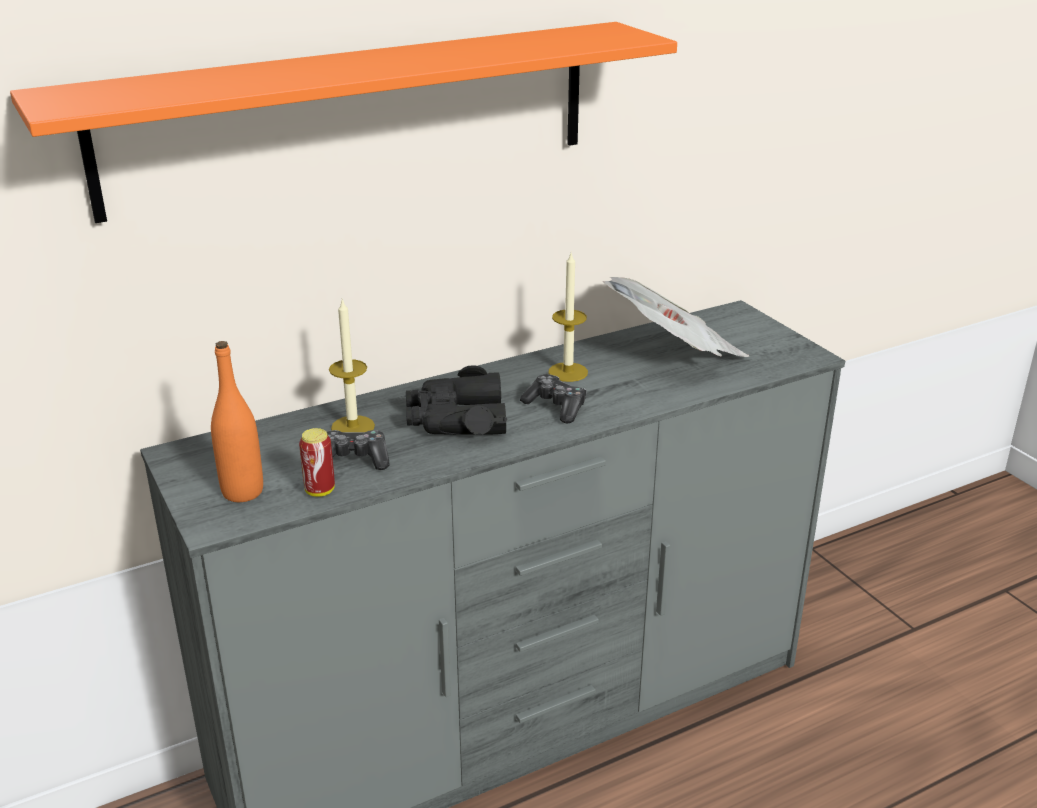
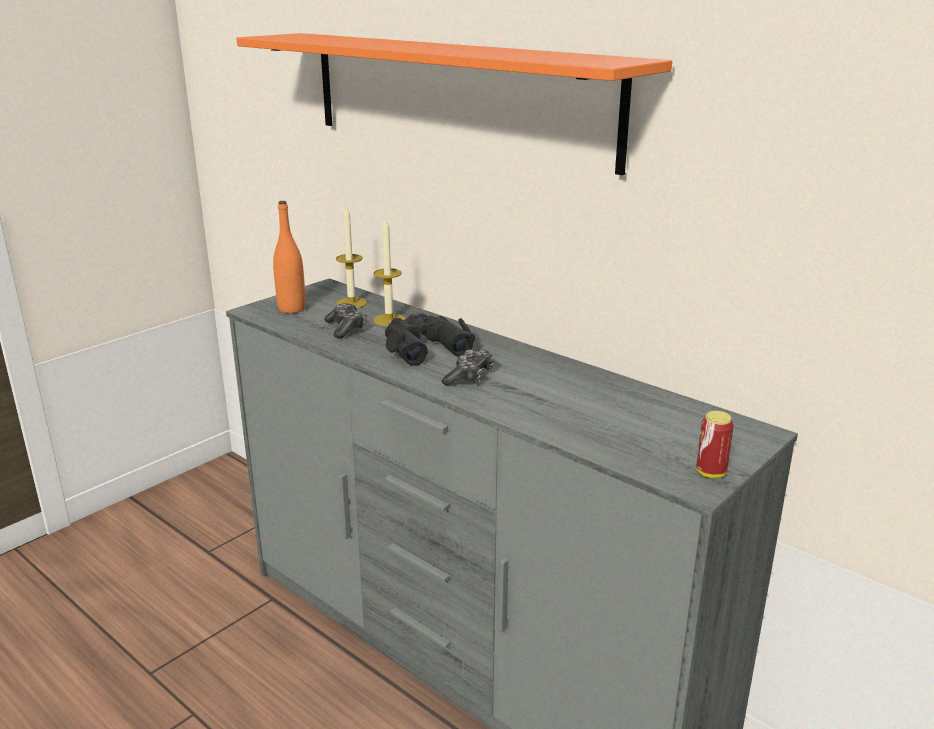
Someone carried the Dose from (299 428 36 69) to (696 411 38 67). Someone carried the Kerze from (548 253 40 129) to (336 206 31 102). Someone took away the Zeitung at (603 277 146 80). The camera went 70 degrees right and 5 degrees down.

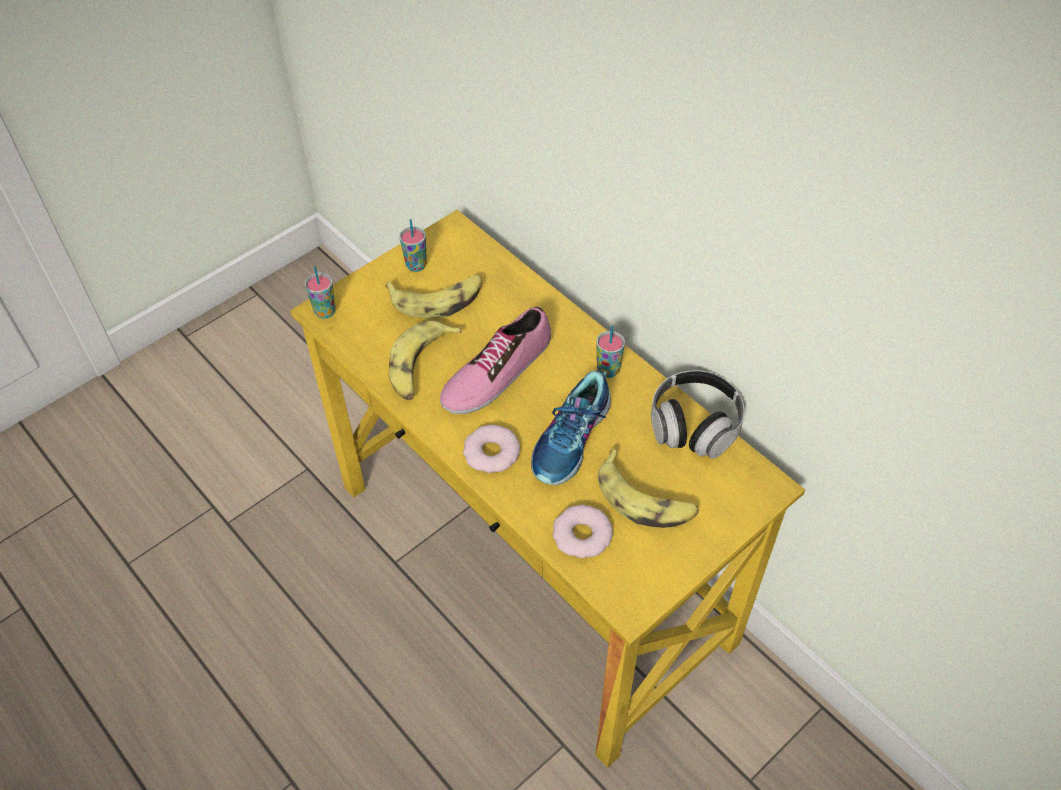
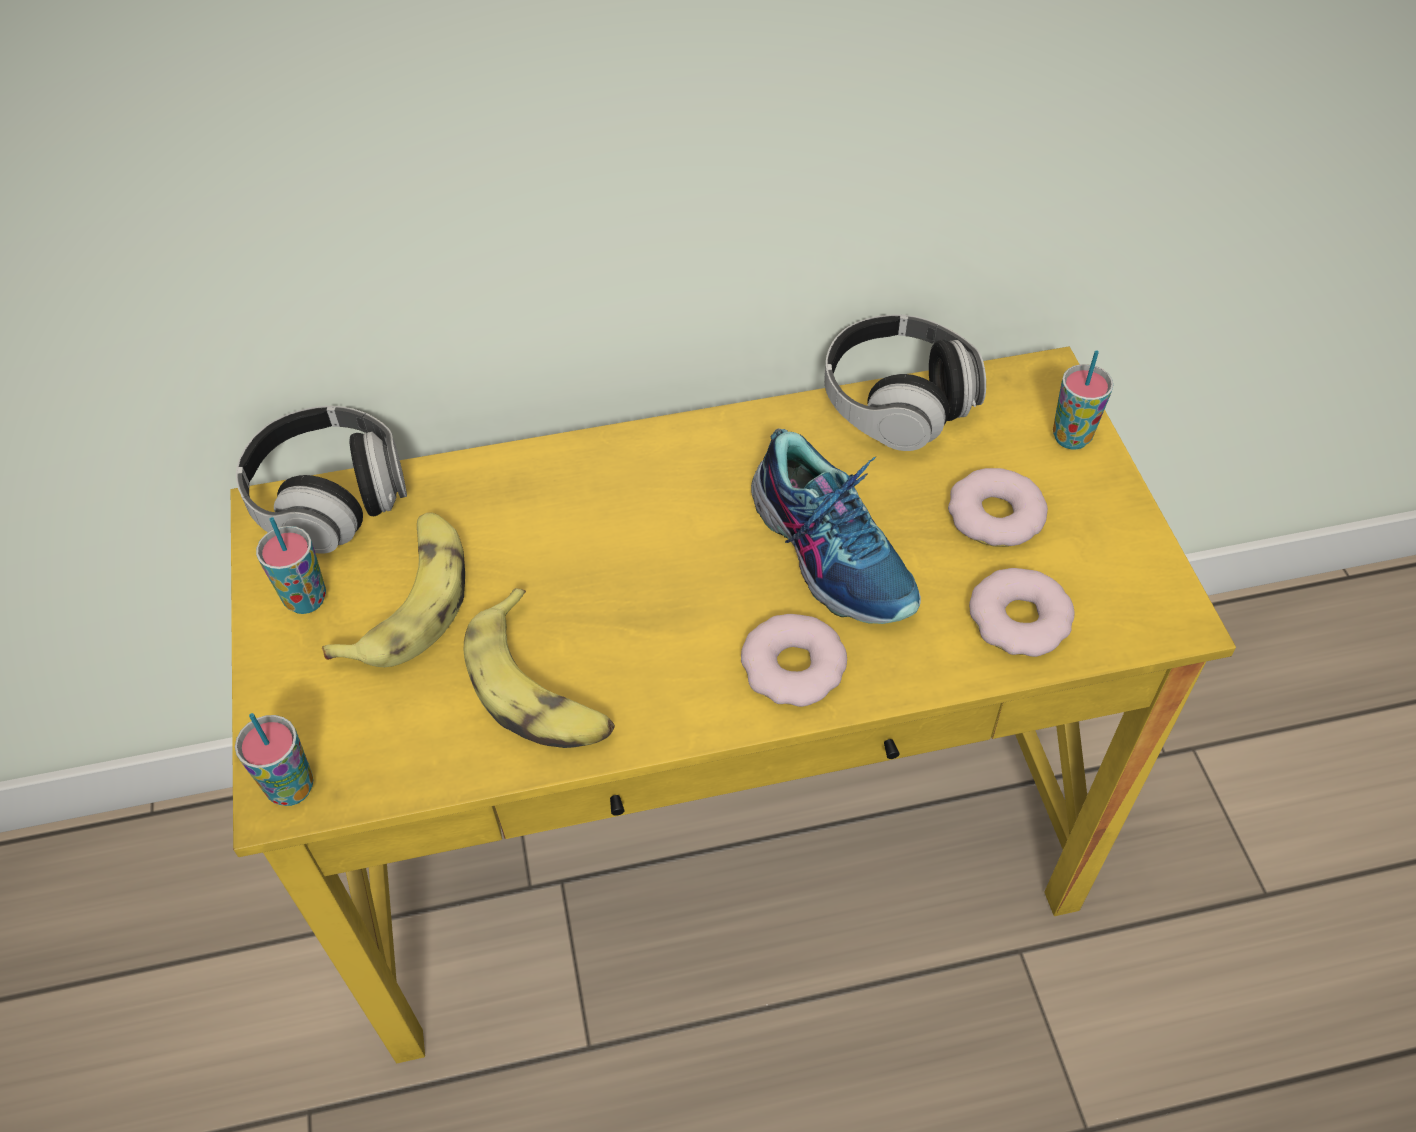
Someone took away the Schuh at (440 307 111 107). Someone carried the Tasse from (596 325 29 53) to (1053 350 60 99). Someone swapped the Banane at (598 449 101 79) for the Donut at (948 468 100 79). Someone put down the Kopfhörer at (236 406 171 148). The camera went 60 degrees left and 0 degrees up.

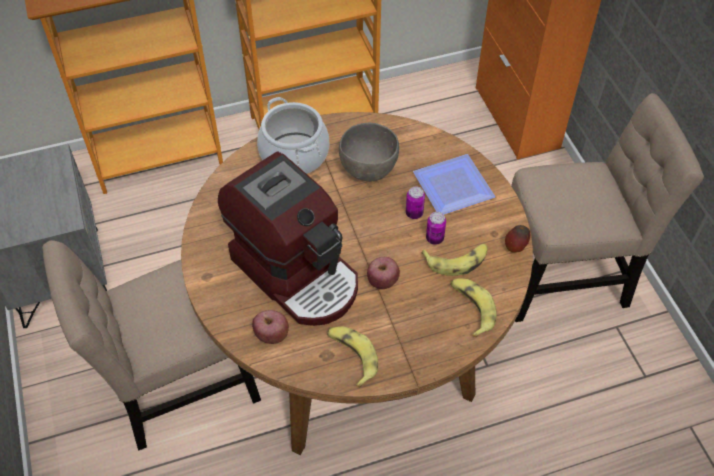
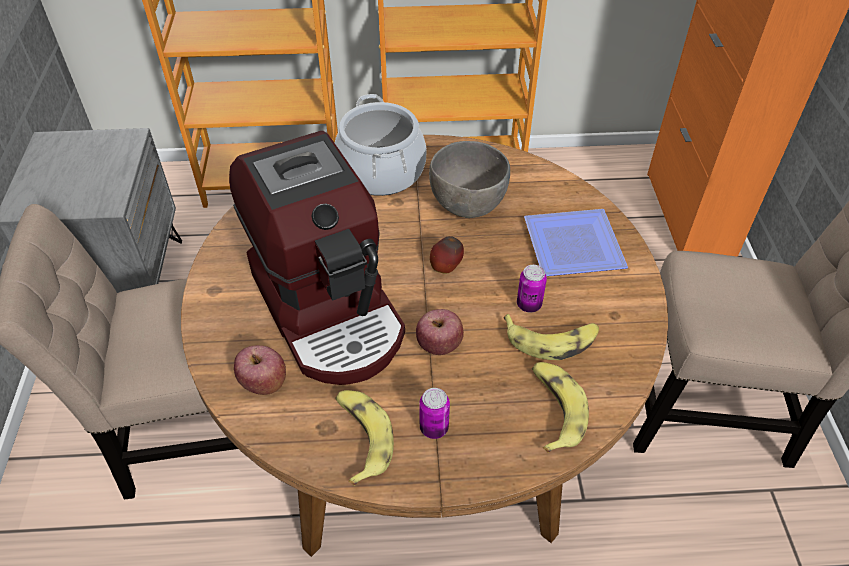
Someone carried the Dose from (406 186 19 33) to (419 388 31 51). Someone carried the Apfel from (505 225 25 28) to (430 236 34 38). The camera went 15 degrees right and 5 degrees down.

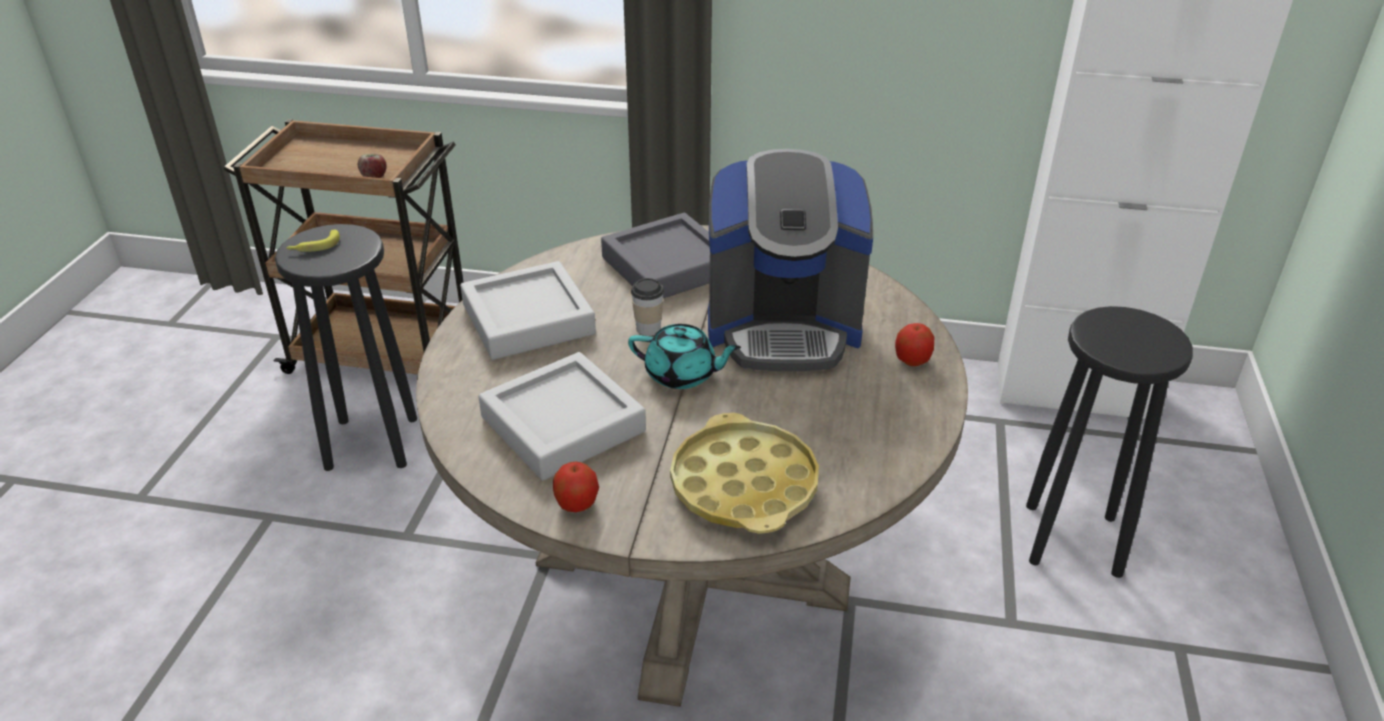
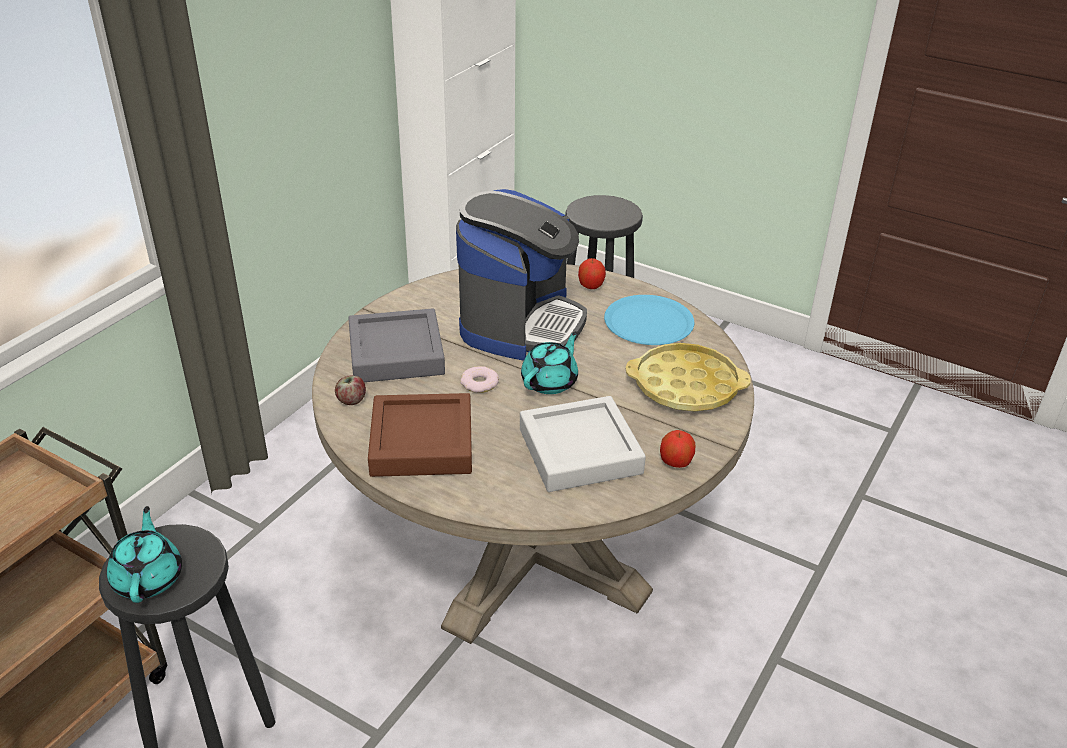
Someone swapped the Banane at (286 230 54 22) for the Teekanne (türkis) at (107 506 75 97). Someone carried the Apfel from (358 154 29 24) to (335 376 31 29). Someone repainted the Tablett (grau) at (460 261 136 99), which became the Tablett (braun) at (368 393 104 84). Someone swapped the Tasse at (631 278 33 58) for the Donut at (460 366 39 27). Someone put down the Teller (blau) at (604 295 90 50). The camera went 70 degrees left and 0 degrees up.

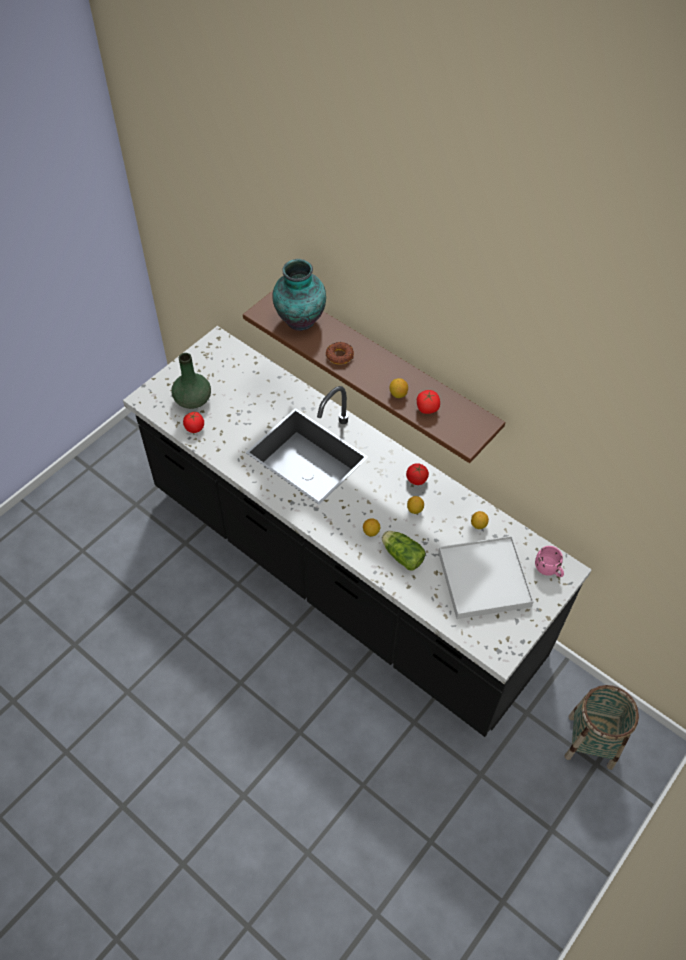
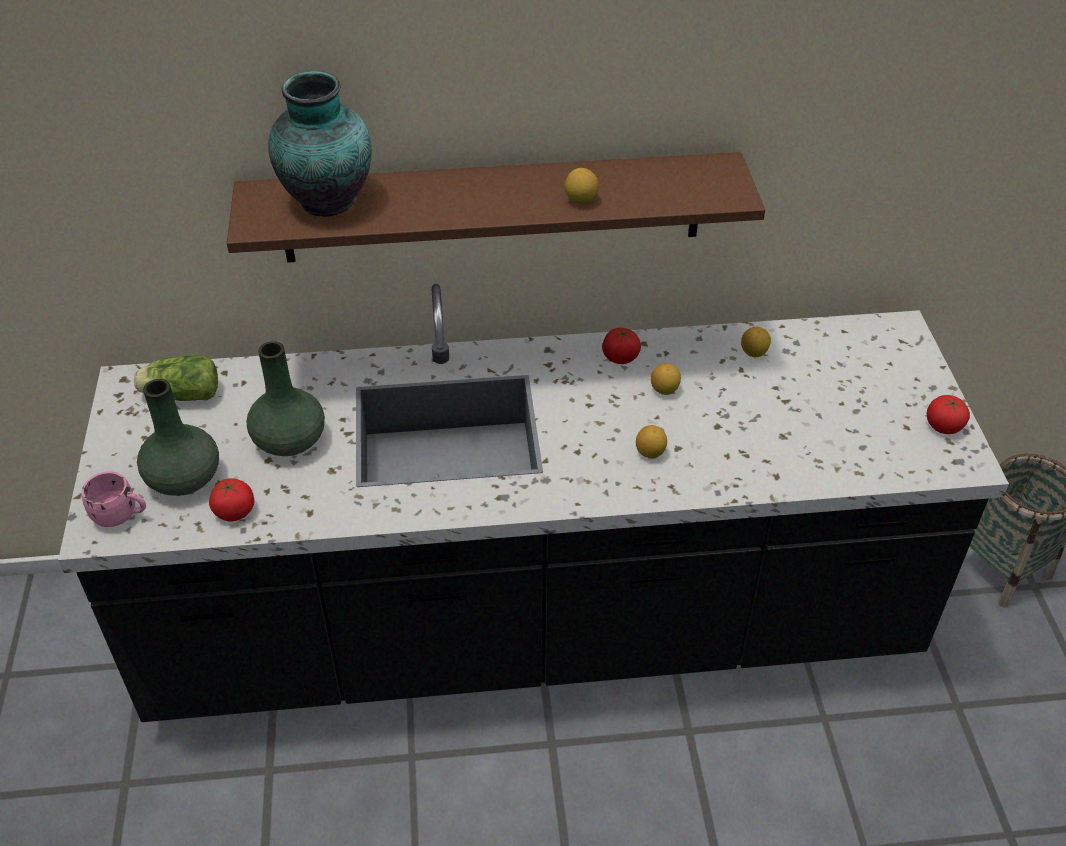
Someone took away the Donut at (326 342 28 23). Someone carried the Salatkopf from (382 531 44 40) to (134 355 84 46). Someone carried the Tomate from (417 390 23 24) to (927 395 43 39). Someone took away the Tablett (weiß) at (438 536 96 83). Someone carried the Henkelbecher (rosa) from (535 546 29 31) to (82 471 64 56). Someone put down the Vase (grün) at (246 341 79 115). The camera went 45 degrees left and 10 degrees down.

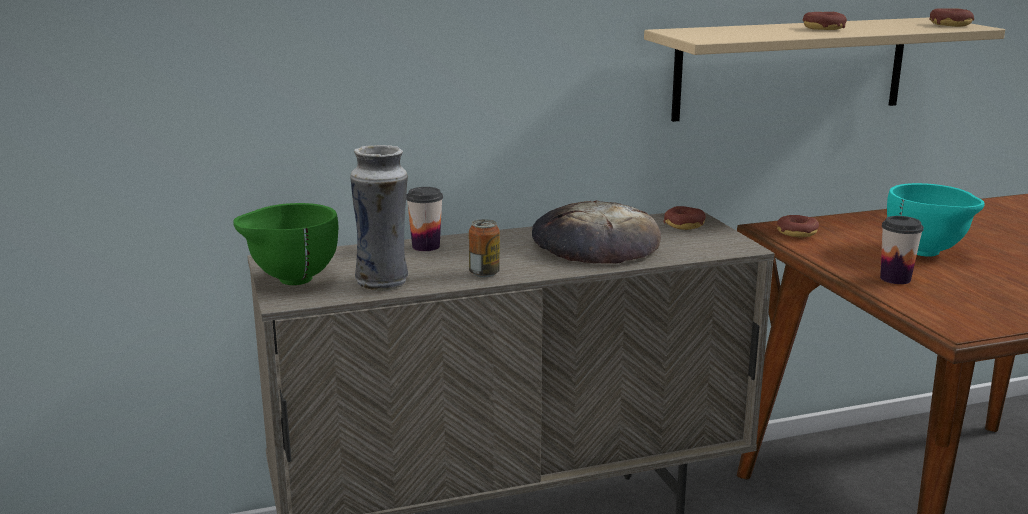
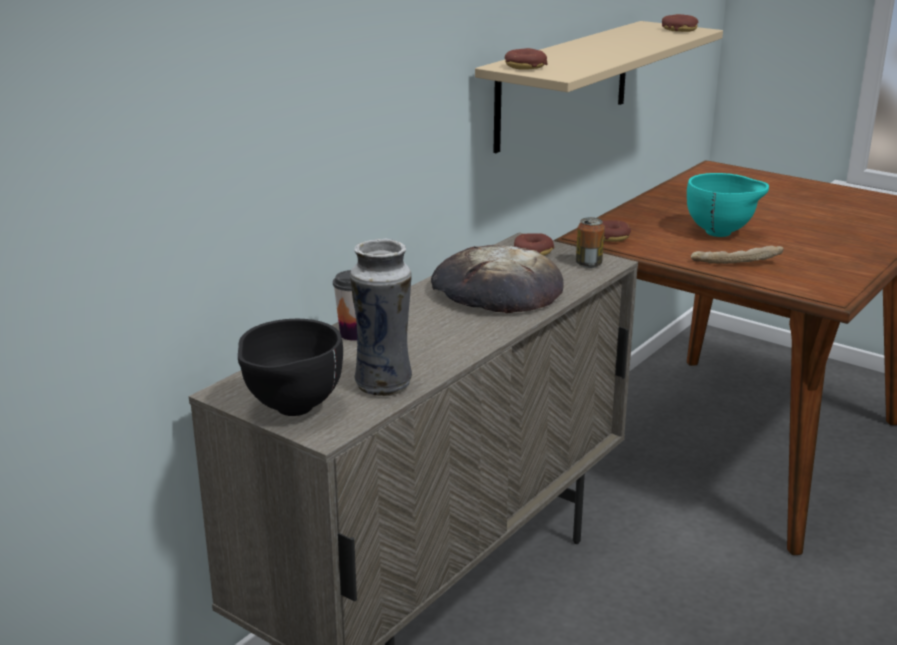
Someone repainted the Schüssel (grün) at (233 203 105 82), which became the Schüssel (schwarz) at (238 319 105 97). Someone carried the Dose from (469 219 31 58) to (576 217 29 51). Someone carried the Donut from (803 12 44 18) to (505 48 43 22). Someone swapped the Tasse at (880 216 44 68) for the Brot at (691 246 93 18). The camera went 35 degrees left and 5 degrees up.

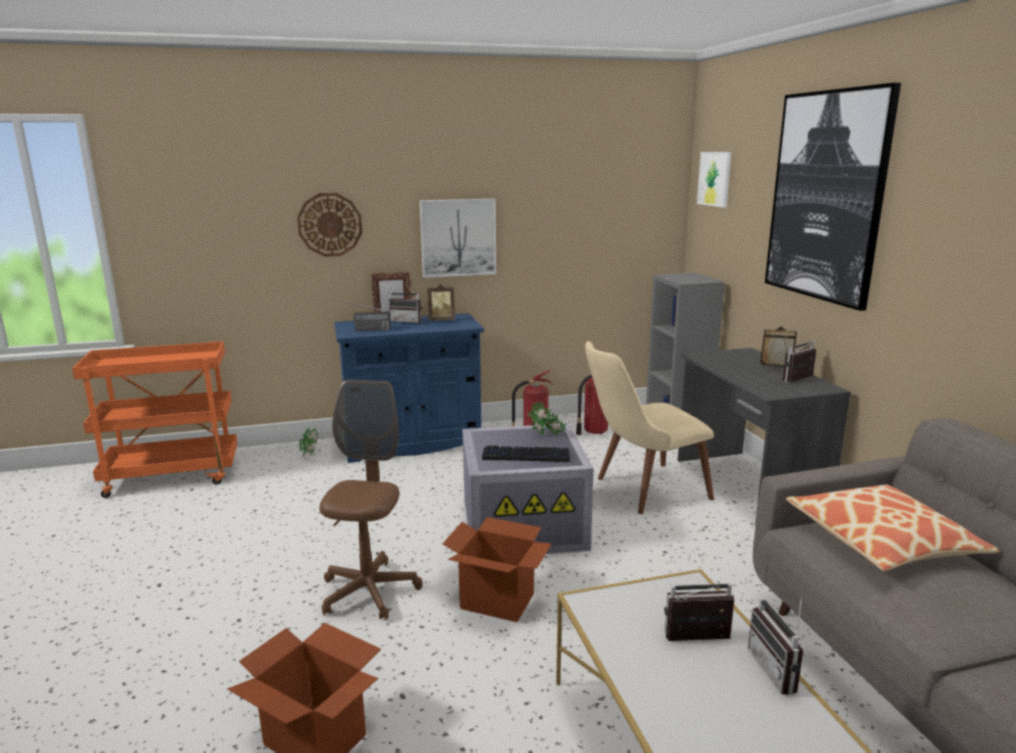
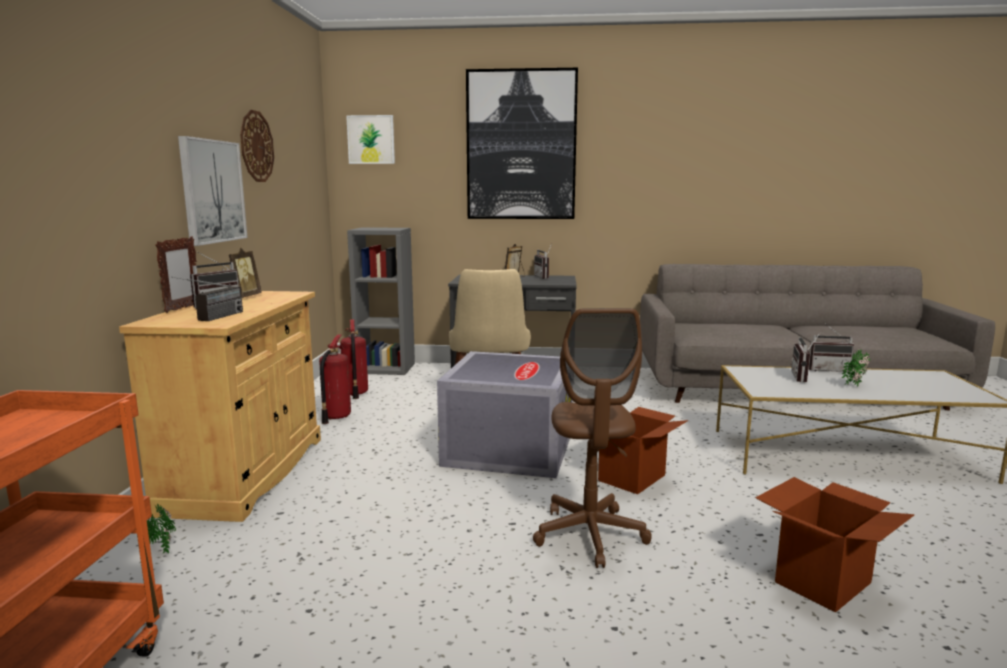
Someone carried the Wanduhr from (297 193 65 64) to (240 110 34 72). Someone rotated the Bürostuhl (braun) at (319 379 104 241) by 120 degrees counterclockwise. Someone repainted the Schrank (blau) at (334 313 150 150), which became the Schrank (beige) at (119 291 202 231). Someone took away the Tastatur at (482 445 88 17). Someone carried the Topfpflanze from (528 401 38 35) to (842 350 28 37). Someone took away the Kissen at (786 485 213 86). The camera went 70 degrees left and 5 degrees down.

